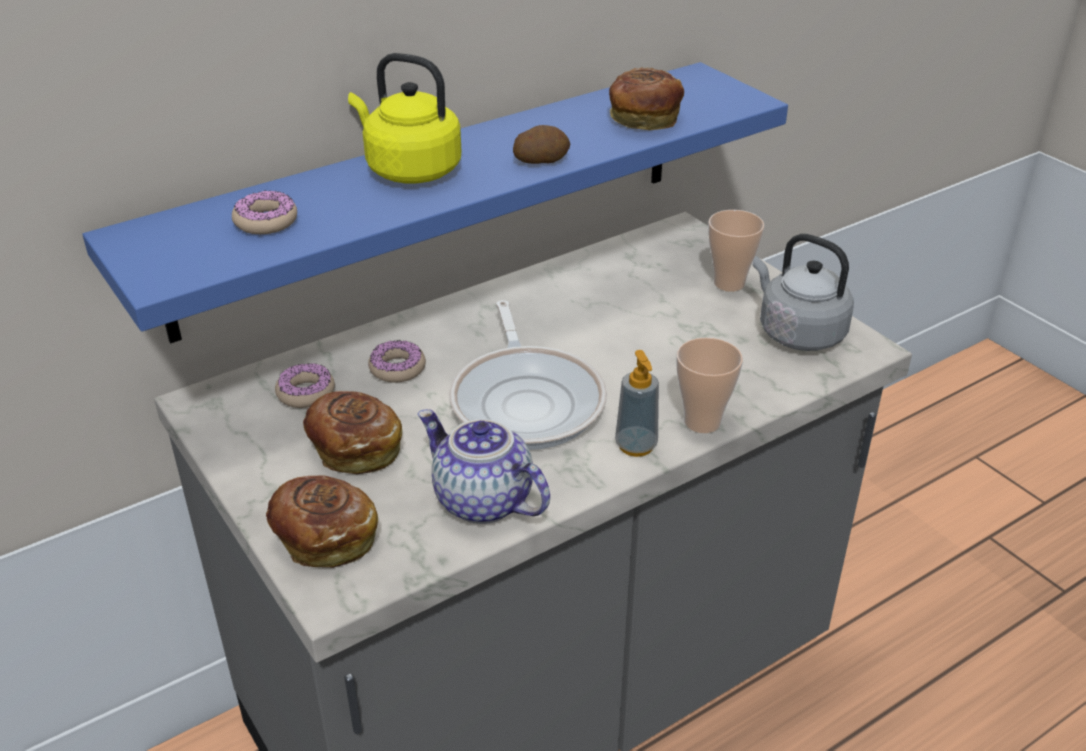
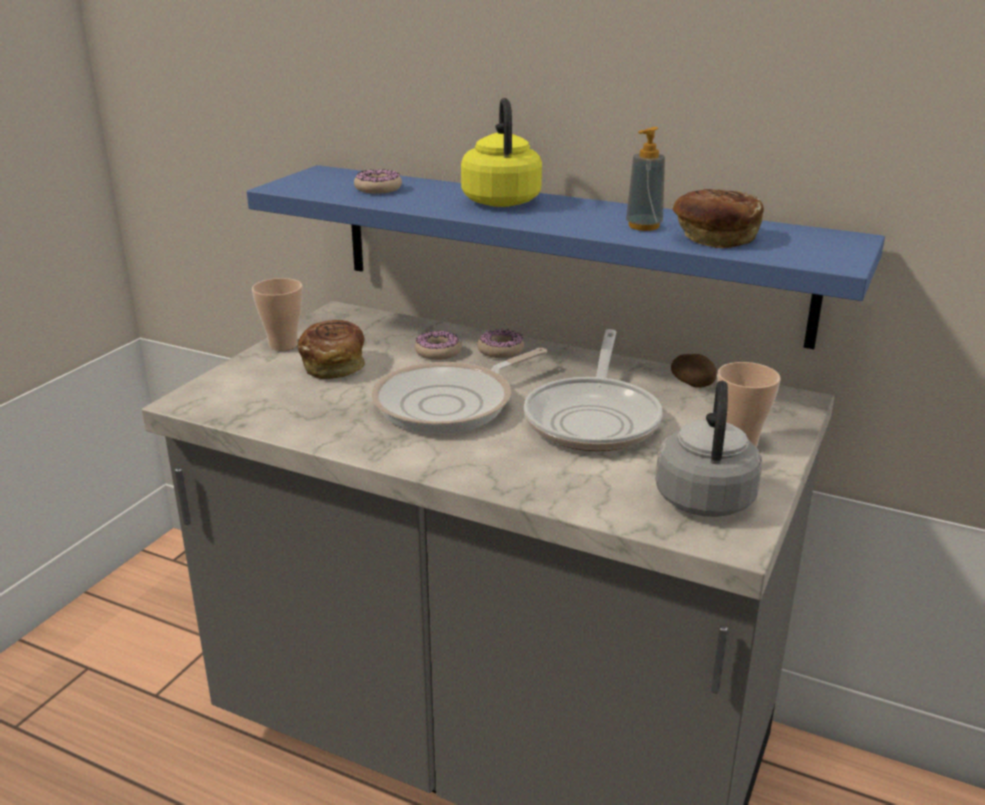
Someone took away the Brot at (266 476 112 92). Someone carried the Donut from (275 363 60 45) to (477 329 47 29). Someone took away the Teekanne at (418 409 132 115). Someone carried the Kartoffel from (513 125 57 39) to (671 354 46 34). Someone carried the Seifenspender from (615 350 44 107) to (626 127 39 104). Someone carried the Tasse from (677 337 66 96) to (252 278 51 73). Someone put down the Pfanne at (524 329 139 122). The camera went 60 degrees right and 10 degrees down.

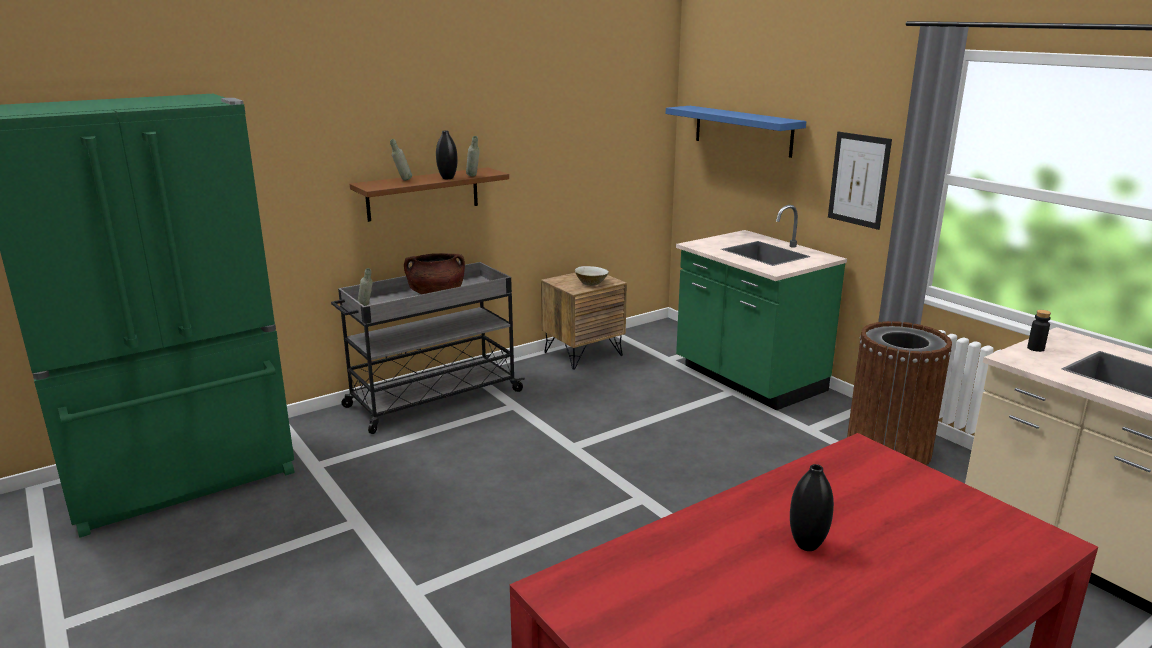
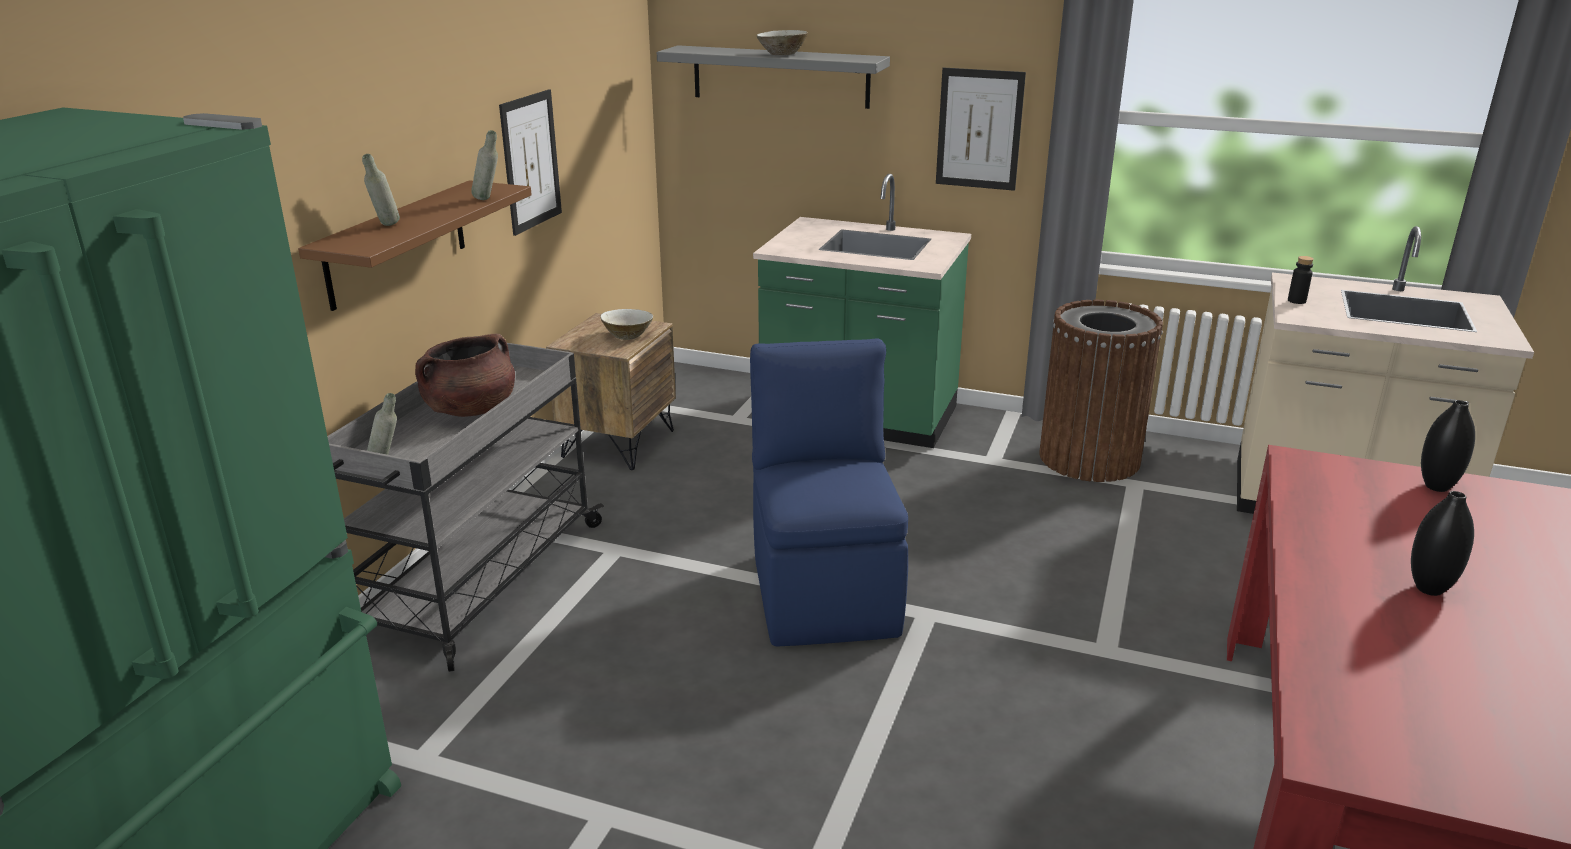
Someone carried the Vase (schwarz) from (436 131 22 48) to (1421 400 54 92). Someone repainted the Wandregal (blau) at (666 106 140 52), which became the Wandregal (grau) at (657 45 233 64). Someone put up the Bild at (499 89 63 147). Someone put down the Stuhl (blau) at (750 339 158 308). Someone put down the Schüssel (beige) at (756 30 52 25). The camera went 35 degrees left and 5 degrees up.

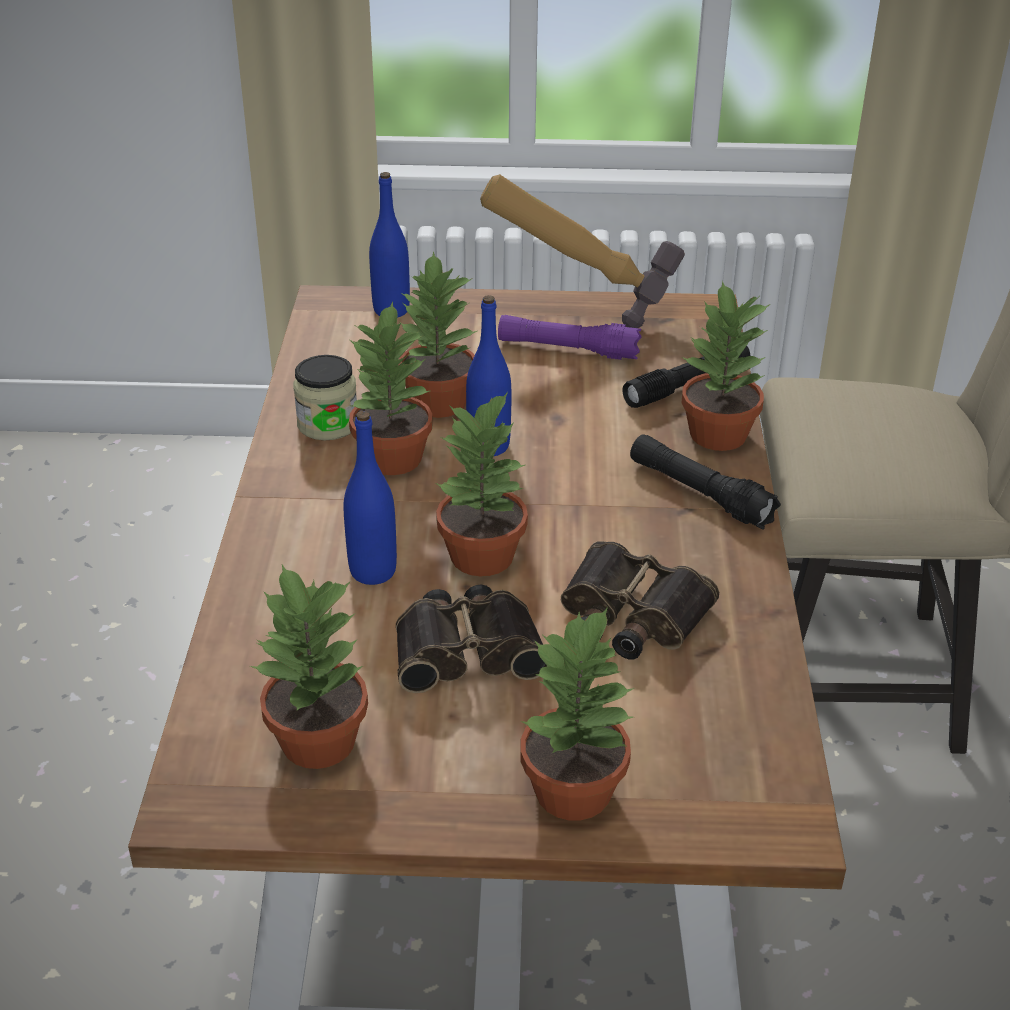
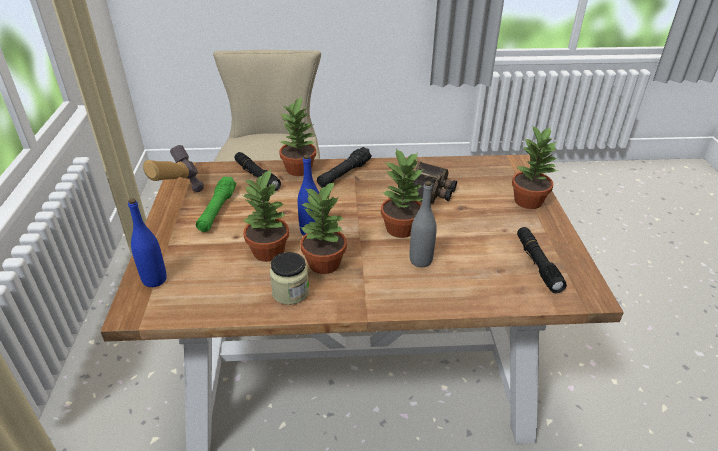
Someone swapped the Topfpflanze at (250 564 118 205) for the Taschenlampe (schwarz) at (517 227 50 66). Someone repainted the Flasche (blau) at (344 411 53 174), which became the Flasche (grau) at (410 181 27 86). Someone took away the Fernglas at (396 585 151 108). Someone repainted the Taschenlampe (lila) at (498 315 143 45), which became the Taschenlampe (grün) at (196 176 40 56). The camera went 95 degrees left and 0 degrees up.

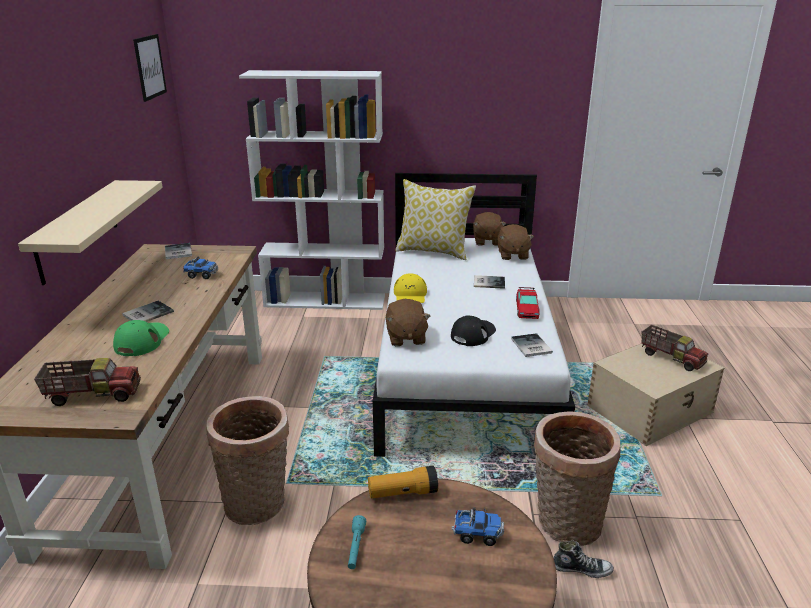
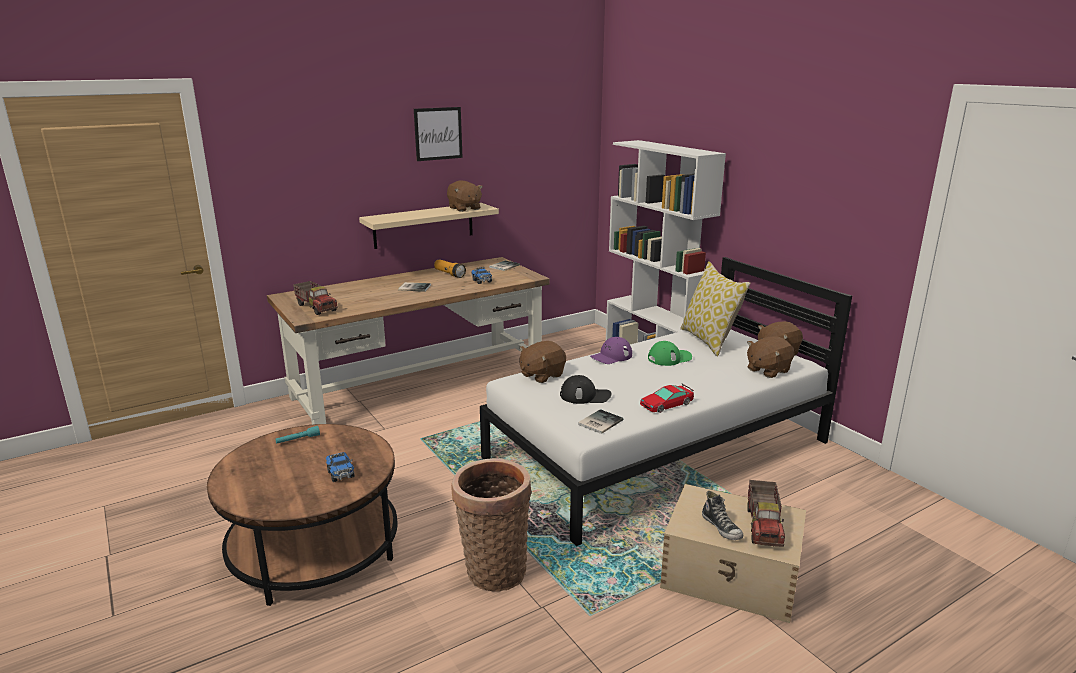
Someone carried the Kappe (grün) from (113 320 56 36) to (648 341 44 25). Someone carried the Bild from (133 34 34 68) to (414 107 49 54). Someone took away the Korb at (206 396 83 129). Someone carried the Taschenlampe from (368 466 70 32) to (434 259 32 19). Someone repainted the Kappe (gelb) at (394 273 33 30), which became the Kappe (lila) at (590 337 42 27). Someone took away the Buch at (474 275 31 14). Someone carried the Schuh from (554 540 60 38) to (702 491 41 49). Someone put down the Plüschtier (braun) at (447 180 36 32). The camera went 55 degrees right and 5 degrees down.

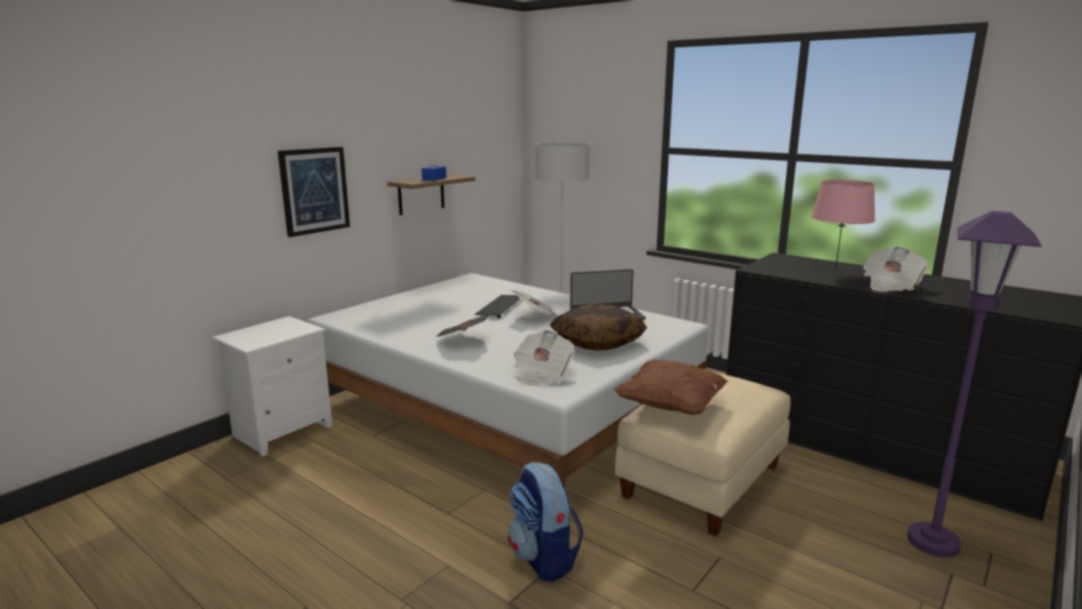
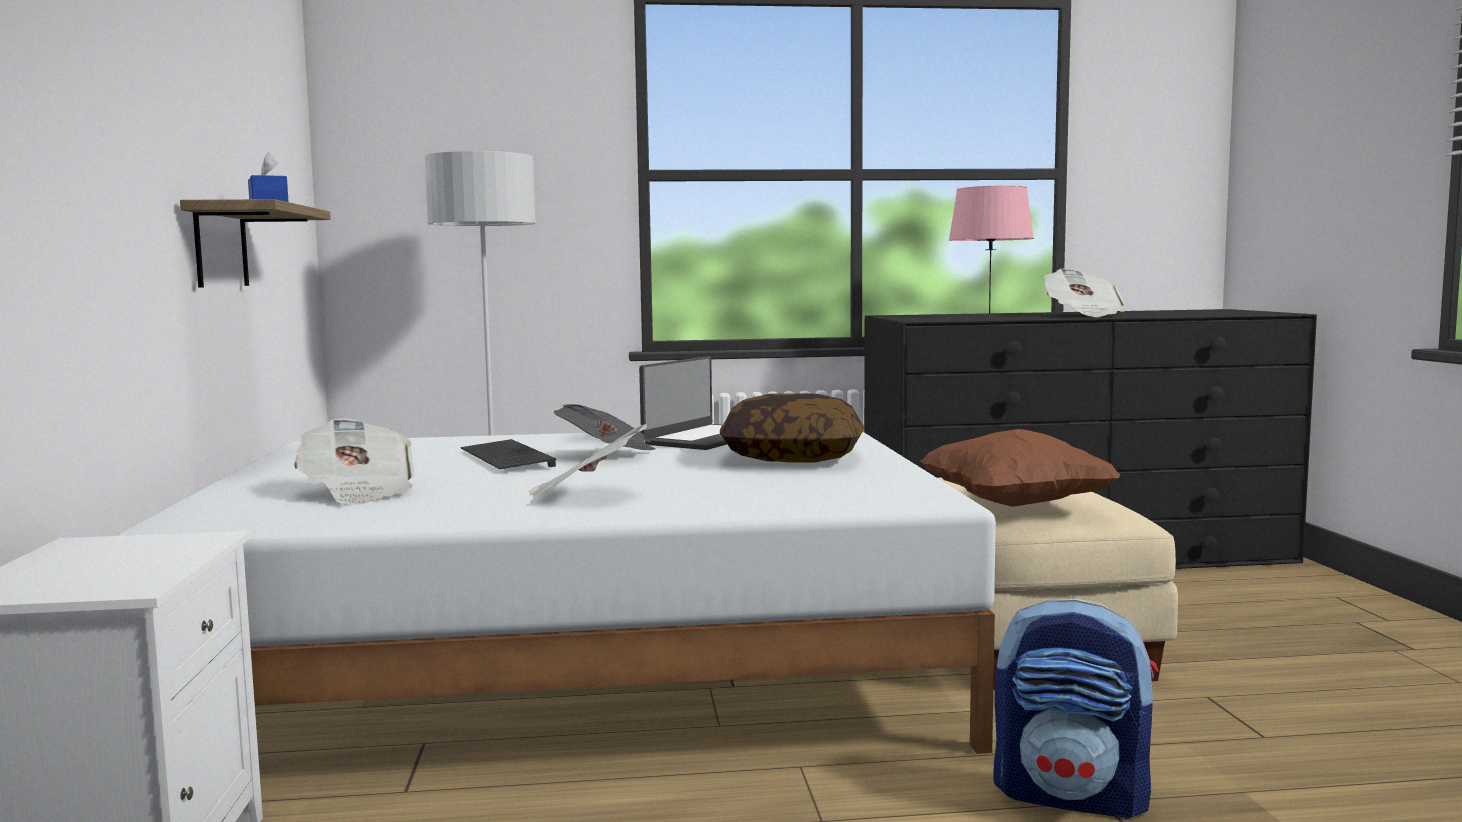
Someone took away the Bild at (278 147 72 90). Someone carried the Zeitung from (514 330 61 56) to (293 418 121 87). Someone took away the Stehlampe (lila) at (907 211 135 347). The camera went 45 degrees left and 10 degrees down.

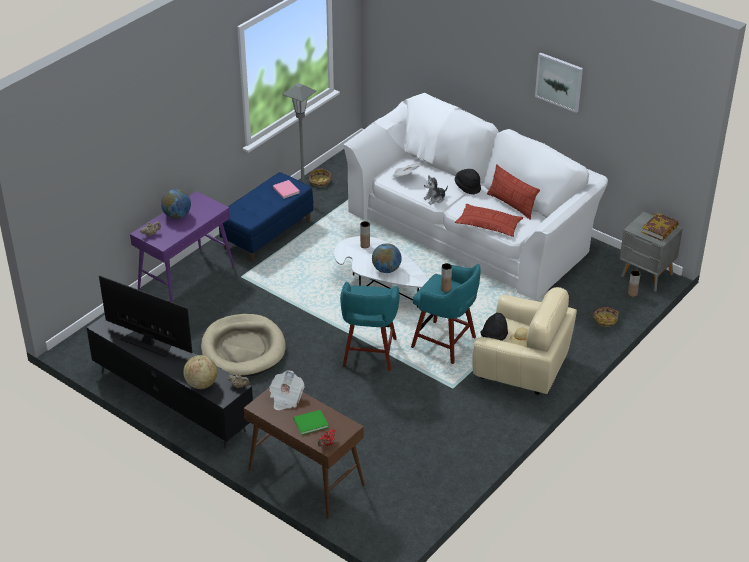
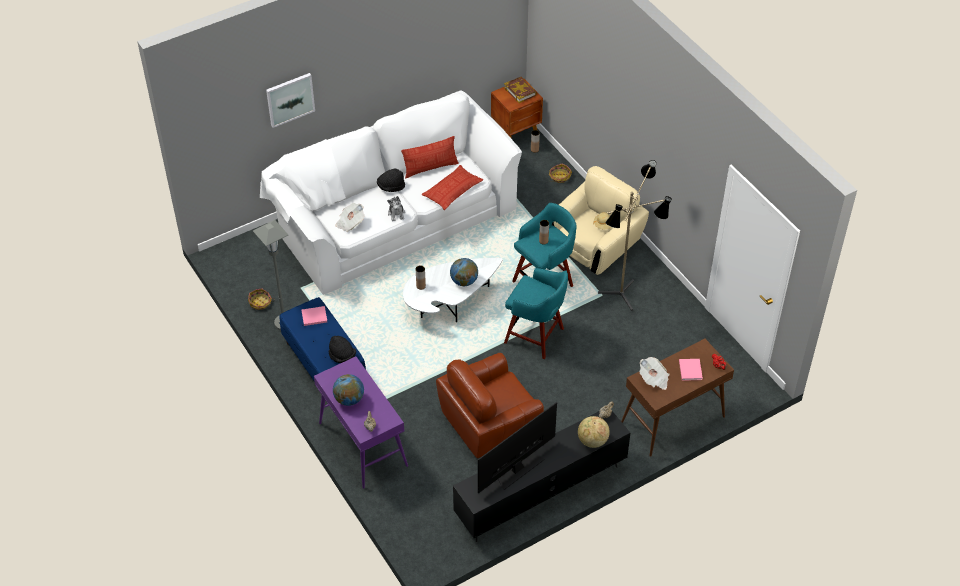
Someone swapped the Hundebett (beige) at (201 314 84 62) for the Sessel (braun) at (436 353 108 105). Someone repainted the Buch (grün) at (294 410 35 25), which became the Buch (rosa) at (679 359 24 22). Someone carried the Hut (schwarz) from (480 313 28 28) to (329 336 27 27). Someone carried the Bild from (535 53 48 60) to (266 73 49 55). Someone repainted the Nachttisch (grau) at (620 212 63 80), which became the Nachttisch (braun) at (491 79 52 59). Someone put down the Stehlampe at (598 160 74 151). The camera went 70 degrees left and 10 degrees up.

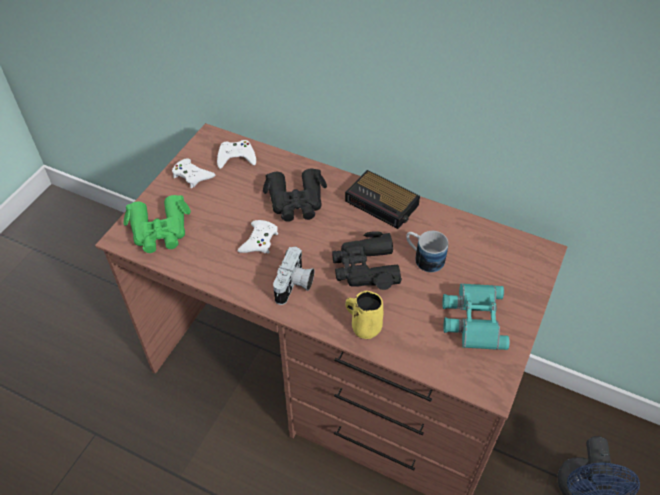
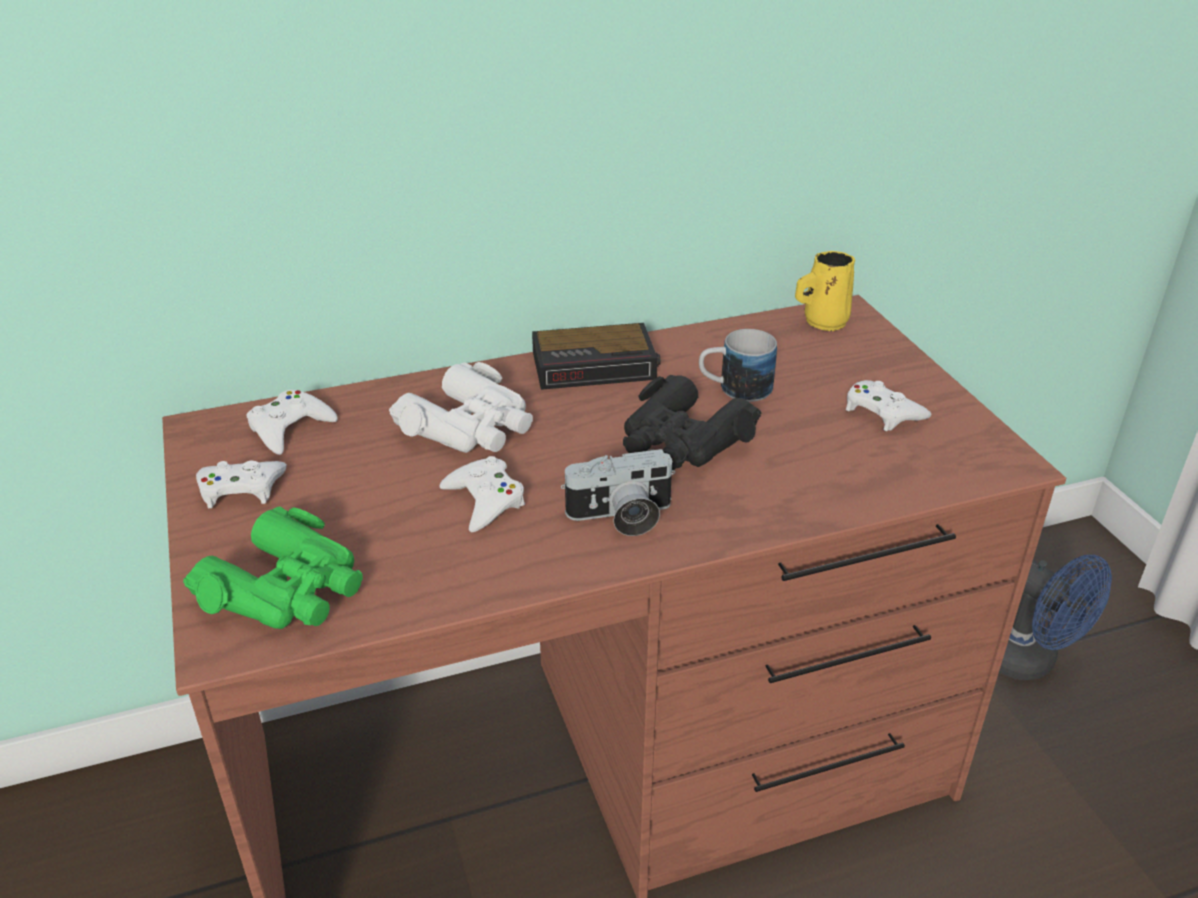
Someone repainted the Fernglas (schwarz) at (263 169 64 53), which became the Fernglas (weiß) at (389 362 144 91). Someone rotated the Kamera at (273 246 41 59) by 105 degrees clockwise. Someone carried the Henkelbecher (gelb) from (346 291 37 48) to (795 251 60 80). Someone swapped the Fernglas (türkis) at (443 283 67 67) for the Gamepad (weiß) at (846 380 86 51). The camera went 45 degrees left and 15 degrees down.

